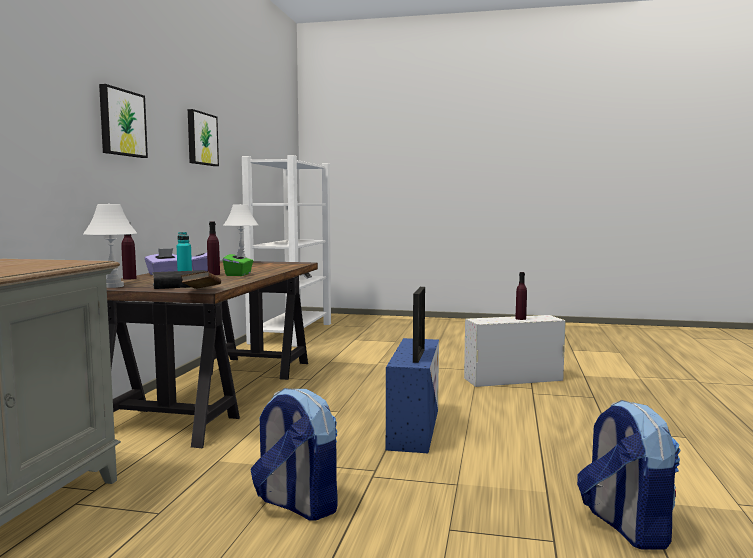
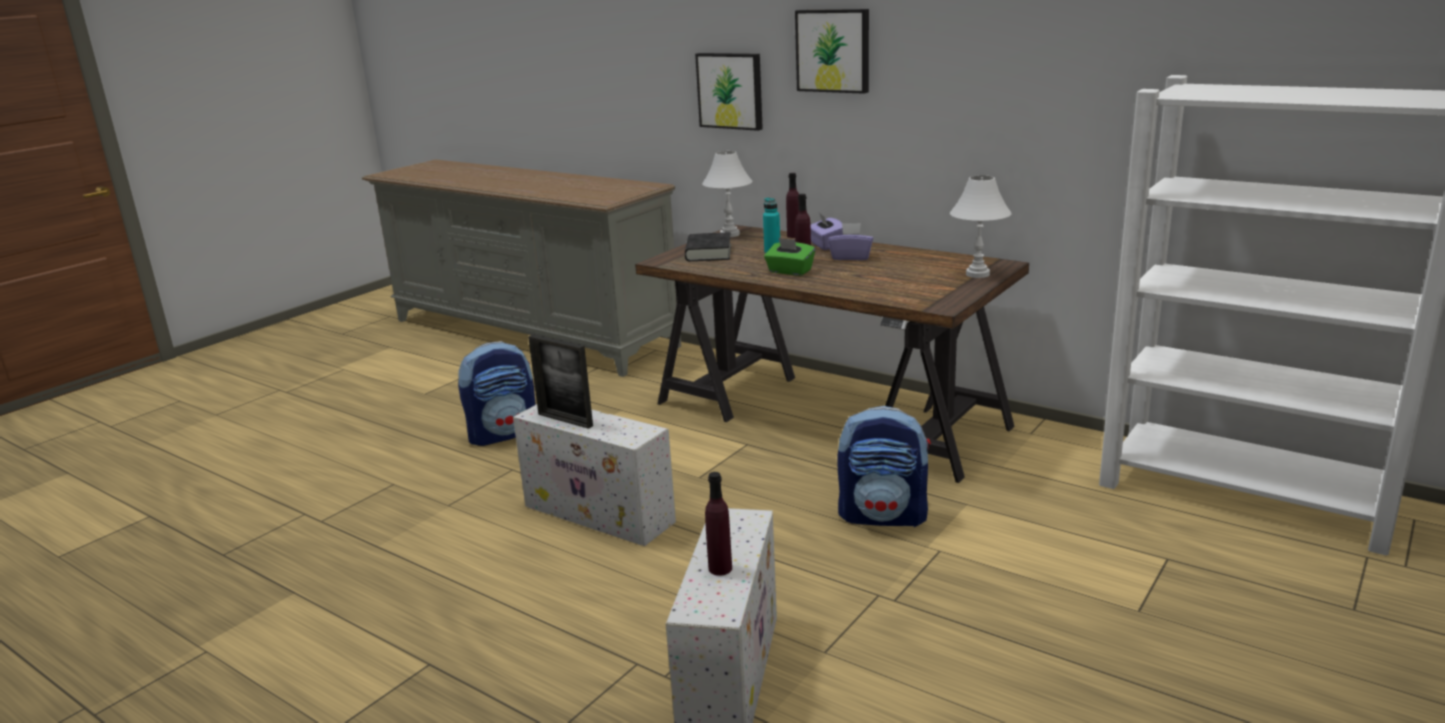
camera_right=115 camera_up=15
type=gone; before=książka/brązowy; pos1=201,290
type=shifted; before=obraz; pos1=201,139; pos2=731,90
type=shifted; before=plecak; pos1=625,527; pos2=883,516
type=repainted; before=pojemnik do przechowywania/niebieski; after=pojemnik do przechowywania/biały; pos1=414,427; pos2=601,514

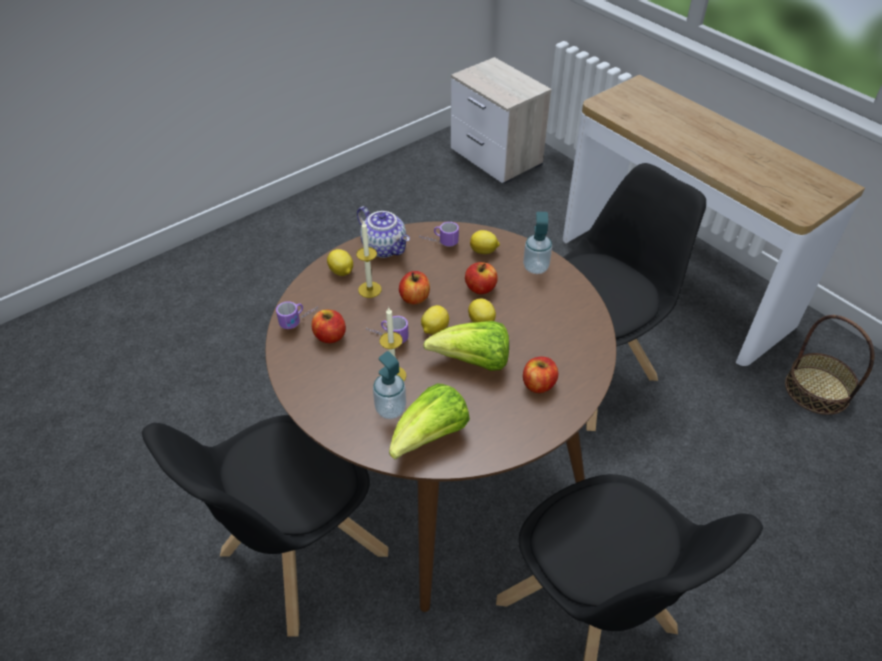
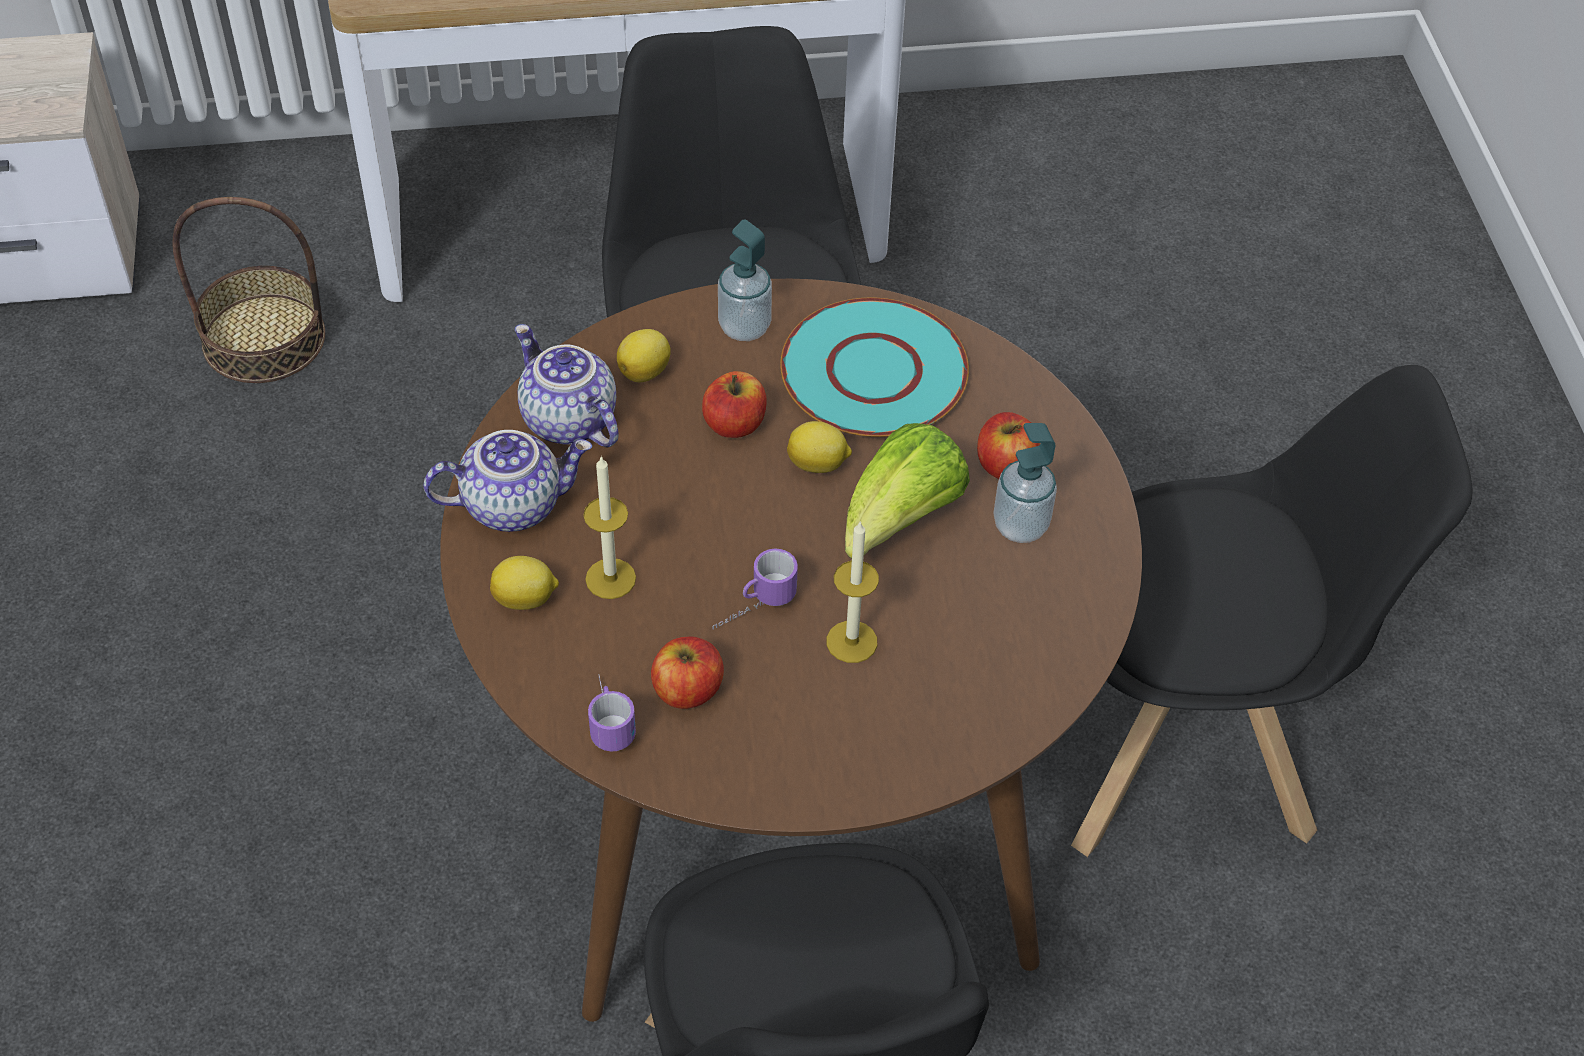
camera_right=-60 camera_up=5
type=gone; before=sałata; pos1=430,437
type=gone; before=jabłko; pos1=415,298
type=gone; before=cytryna; pos1=434,329
type=new; after=talerz/turkusowy; pos2=873,372
type=shifted; before=dozownik mydła; pos1=390,409; pos2=1020,526
type=shifted; before=koszyk; pos1=817,390; pos2=264,338
type=swapped; before=kubek; after=imbryk; pos1=438,242; pos2=566,421

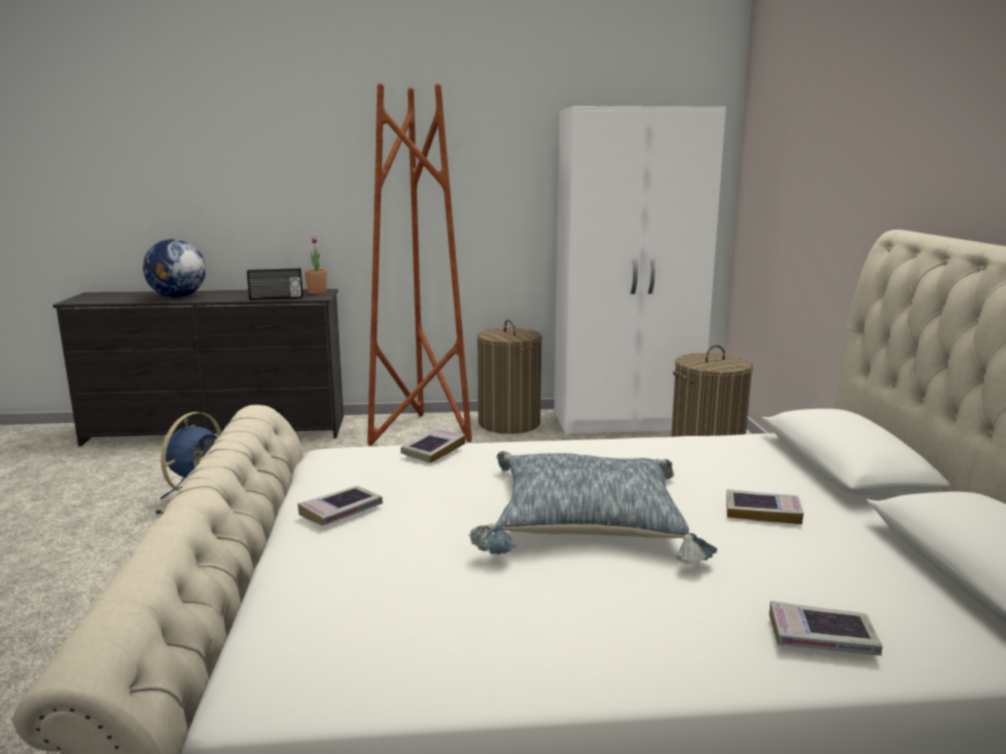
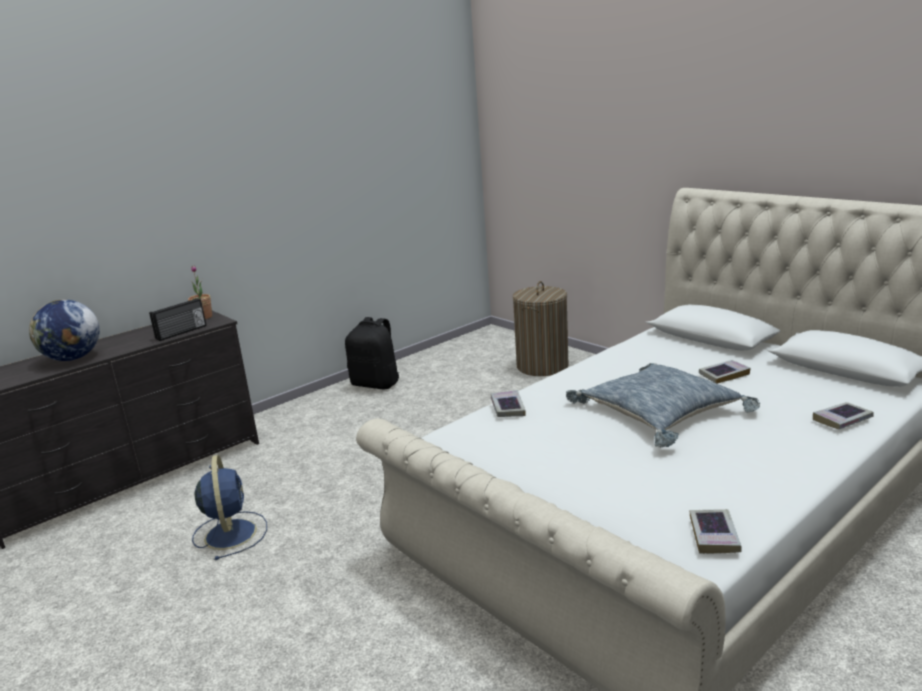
camera_right=-35 camera_up=5
type=gone; before=wieszak/brązowy; pos1=421,433
type=gone; before=szafa/biały; pos1=626,421
type=shifted; before=książka; pos1=341,511; pos2=714,535
type=swapped; before=kosz na pranie; after=plecak/czarny; pos1=509,423; pos2=376,384

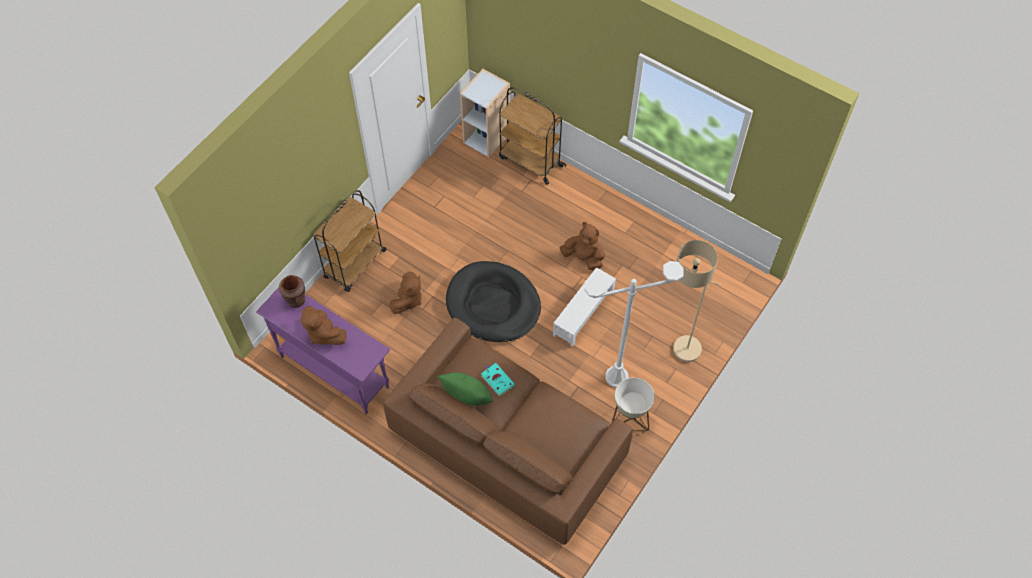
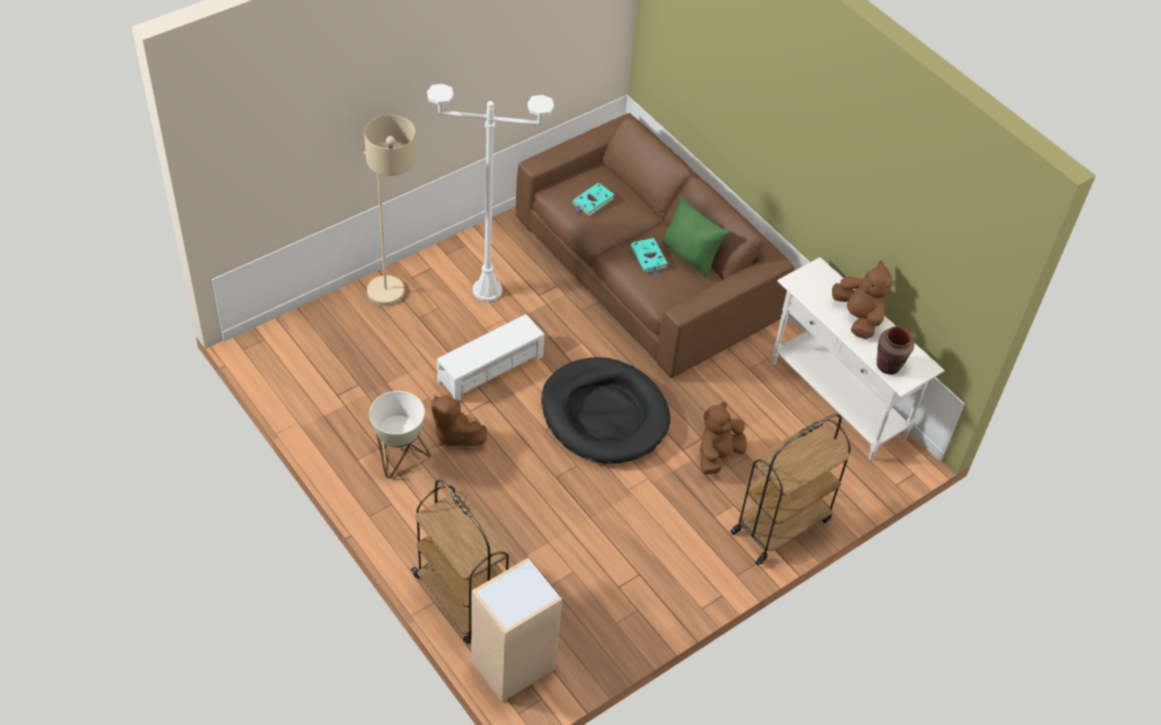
camera_right=-165 camera_up=-10
type=new; after=książka/turkusowy; pos2=592,202
type=shifted; before=donica; pos1=630,418; pos2=399,459
type=repainted; before=stolik konsolowy/fioletowy; after=stolik konsolowy/biały; pos1=334,371; pos2=837,401

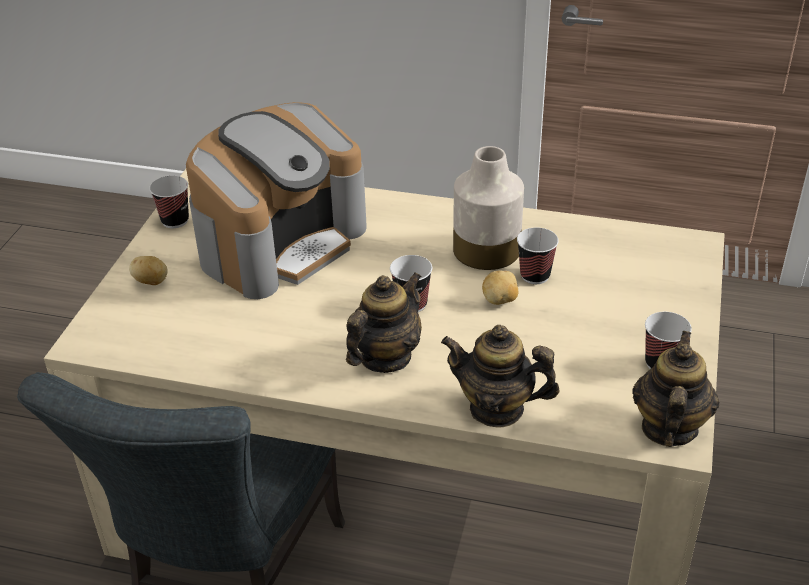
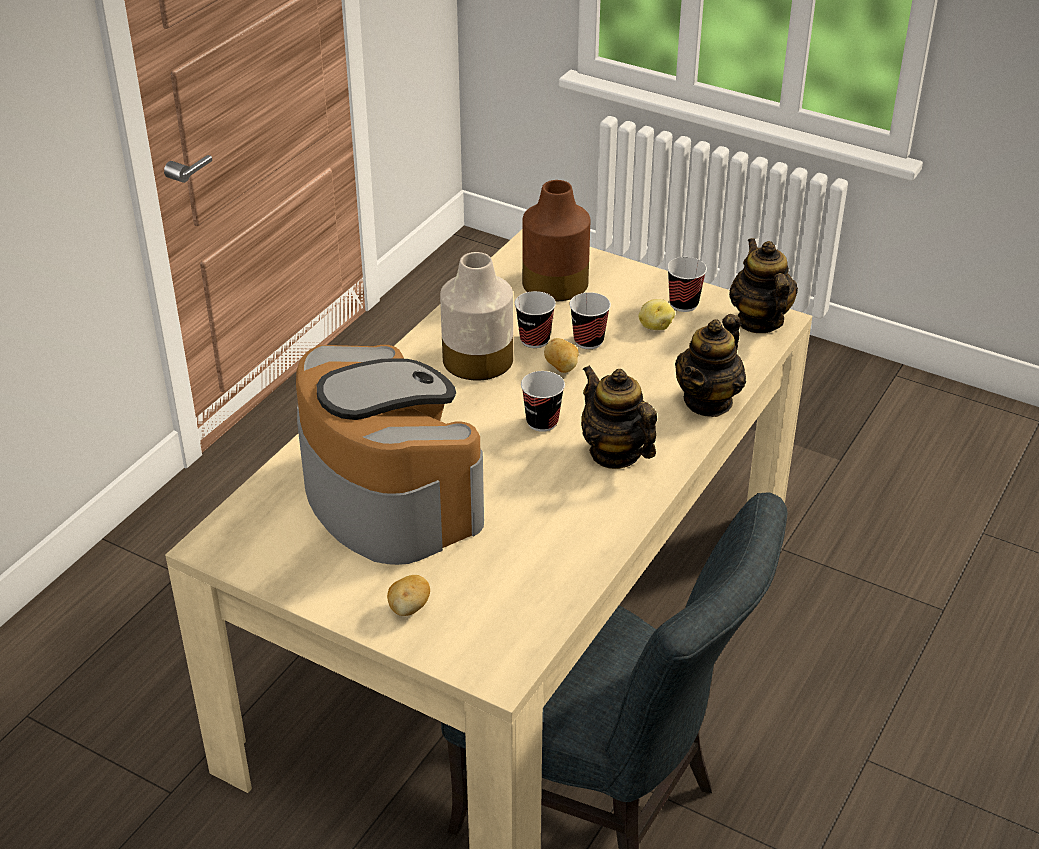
camera_right=-75 camera_up=0
type=new; after=wazon/brązowy; pos2=554,282
type=new; after=ziemniak; pos2=655,326
type=shifted; before=filiżanka; pos1=175,220; pos2=588,341
type=rotated; before=imbryk; pos1=668,428; pos2=759,321; turn=45

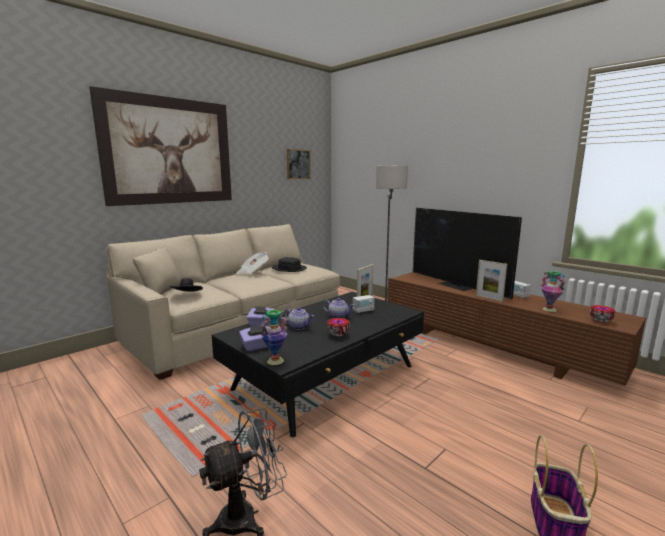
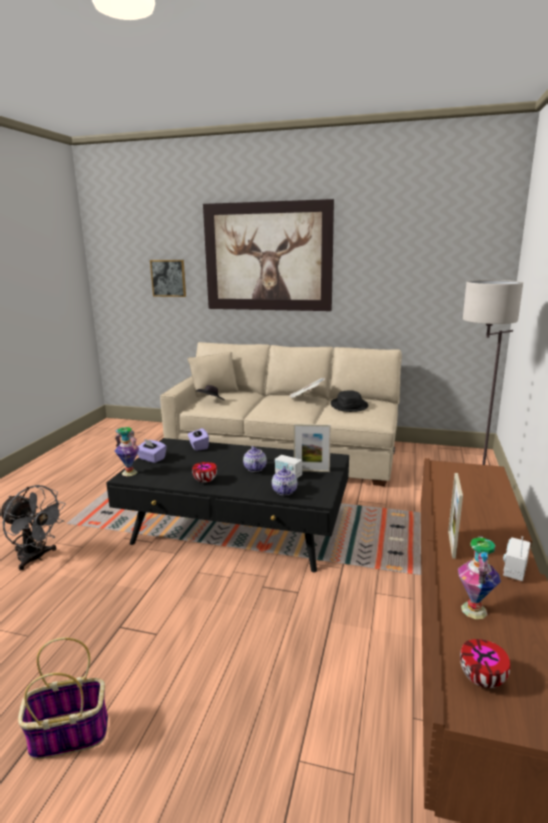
camera_right=60 camera_up=5
type=gone; before=telewizor; pos1=456,285
type=shifted; before=imbryk; pos1=299,327; pos2=285,491
type=shifted; before=obraz; pos1=298,164; pos2=168,278

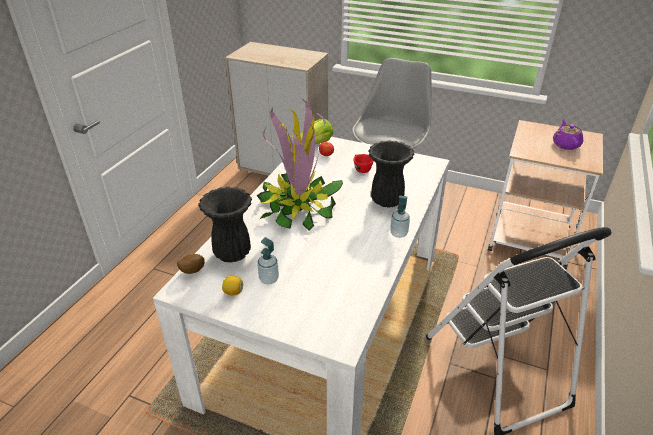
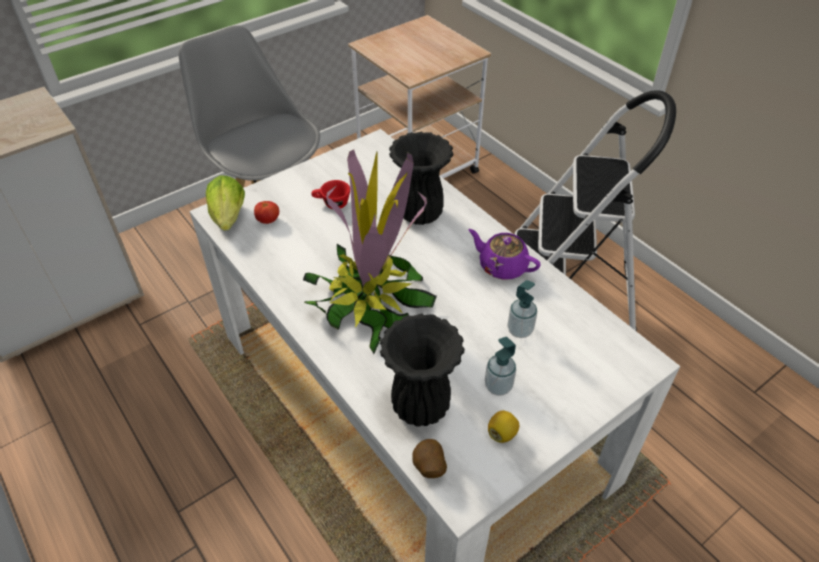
camera_right=-60 camera_up=10
type=shifted; before=dozownik mydła; pos1=398,233; pos2=520,330
type=shifted; before=imbryk/fioletowy; pos1=565,144; pos2=502,266

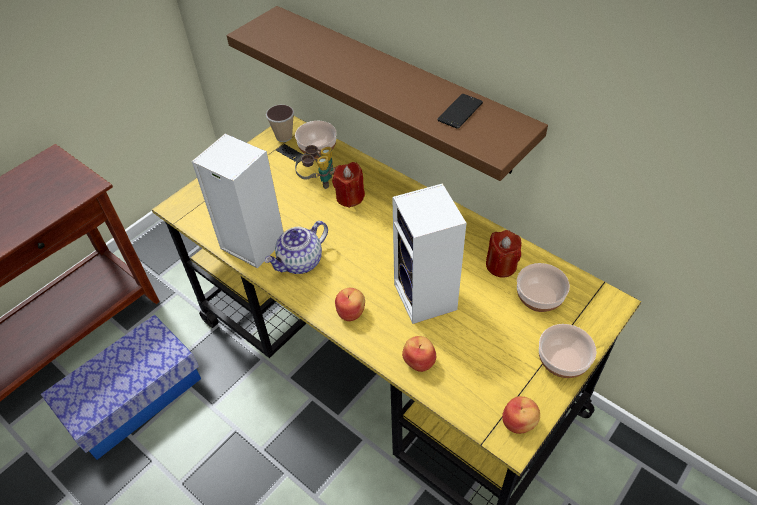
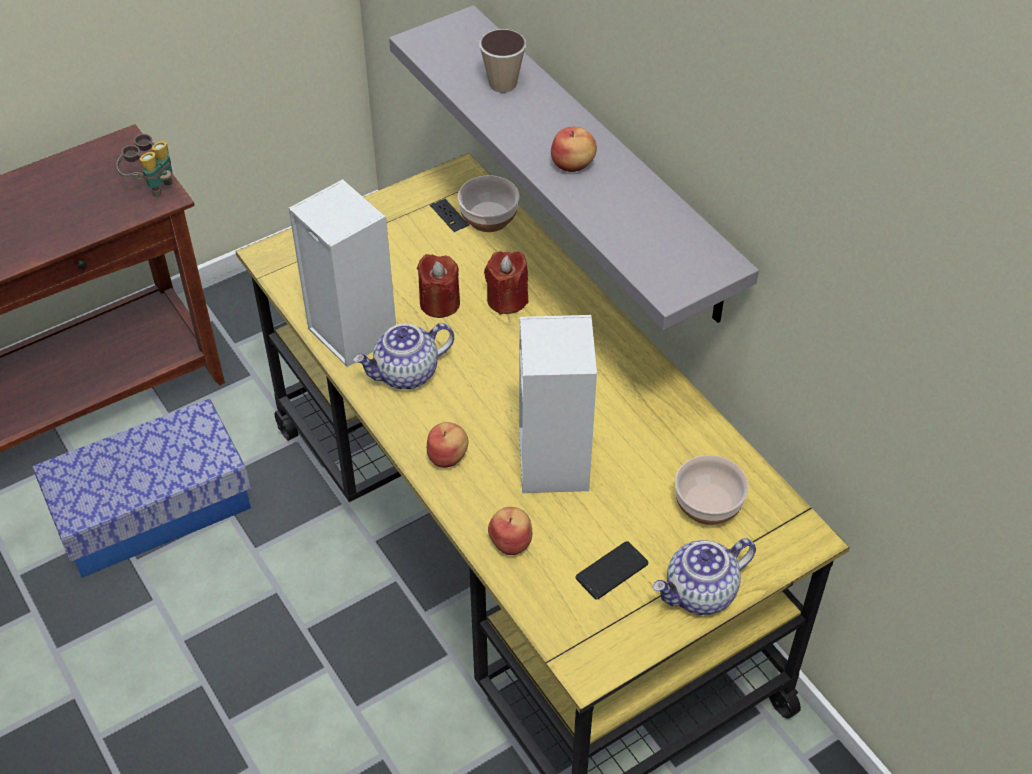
camera_right=15 camera_up=0
type=shifted; before=filiżanka; pos1=284,137; pos2=503,84
type=shifted; before=lornetka; pos1=318,181; pos2=151,185
type=shifted; before=telefon; pos1=460,111; pos2=612,570
type=shifted; before=świeca/czerwony; pos1=501,265; pos2=439,303
type=shifted; before=jabłko; pos1=519,422; pos2=573,165
type=swapped; before=miska; after=imbryk; pos1=563,361; pos2=700,593
type=repainted; before=półka/brązowy; after=półka/szary; pos1=397,88; pos2=601,164

